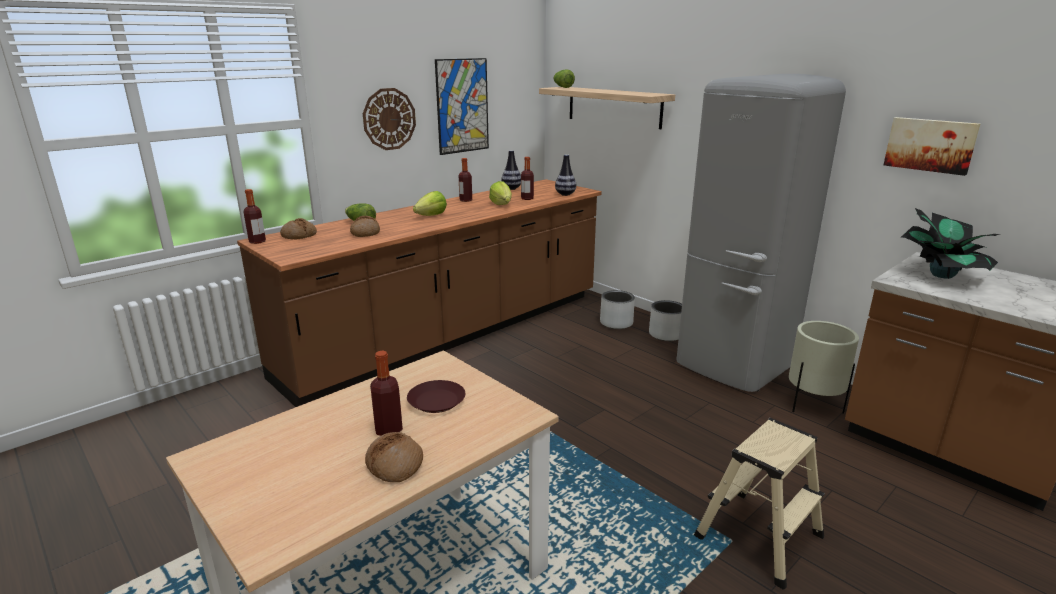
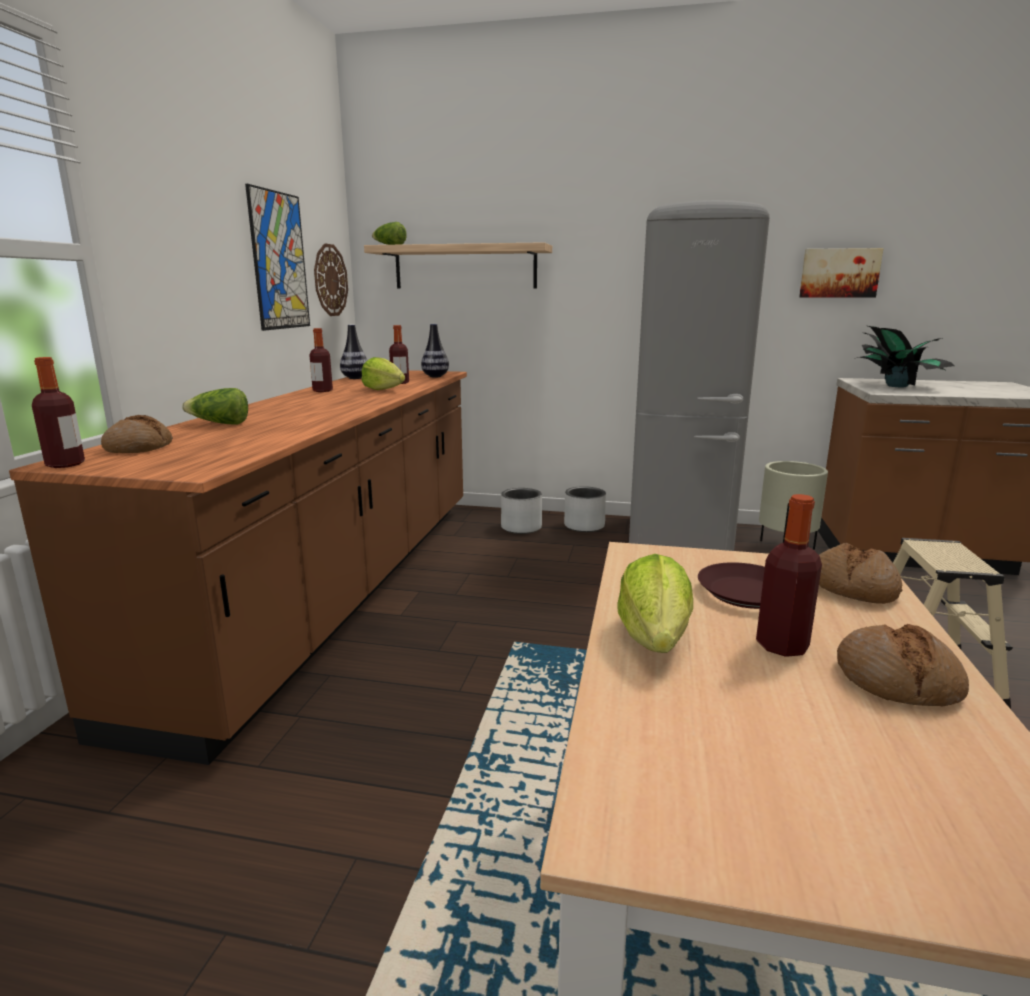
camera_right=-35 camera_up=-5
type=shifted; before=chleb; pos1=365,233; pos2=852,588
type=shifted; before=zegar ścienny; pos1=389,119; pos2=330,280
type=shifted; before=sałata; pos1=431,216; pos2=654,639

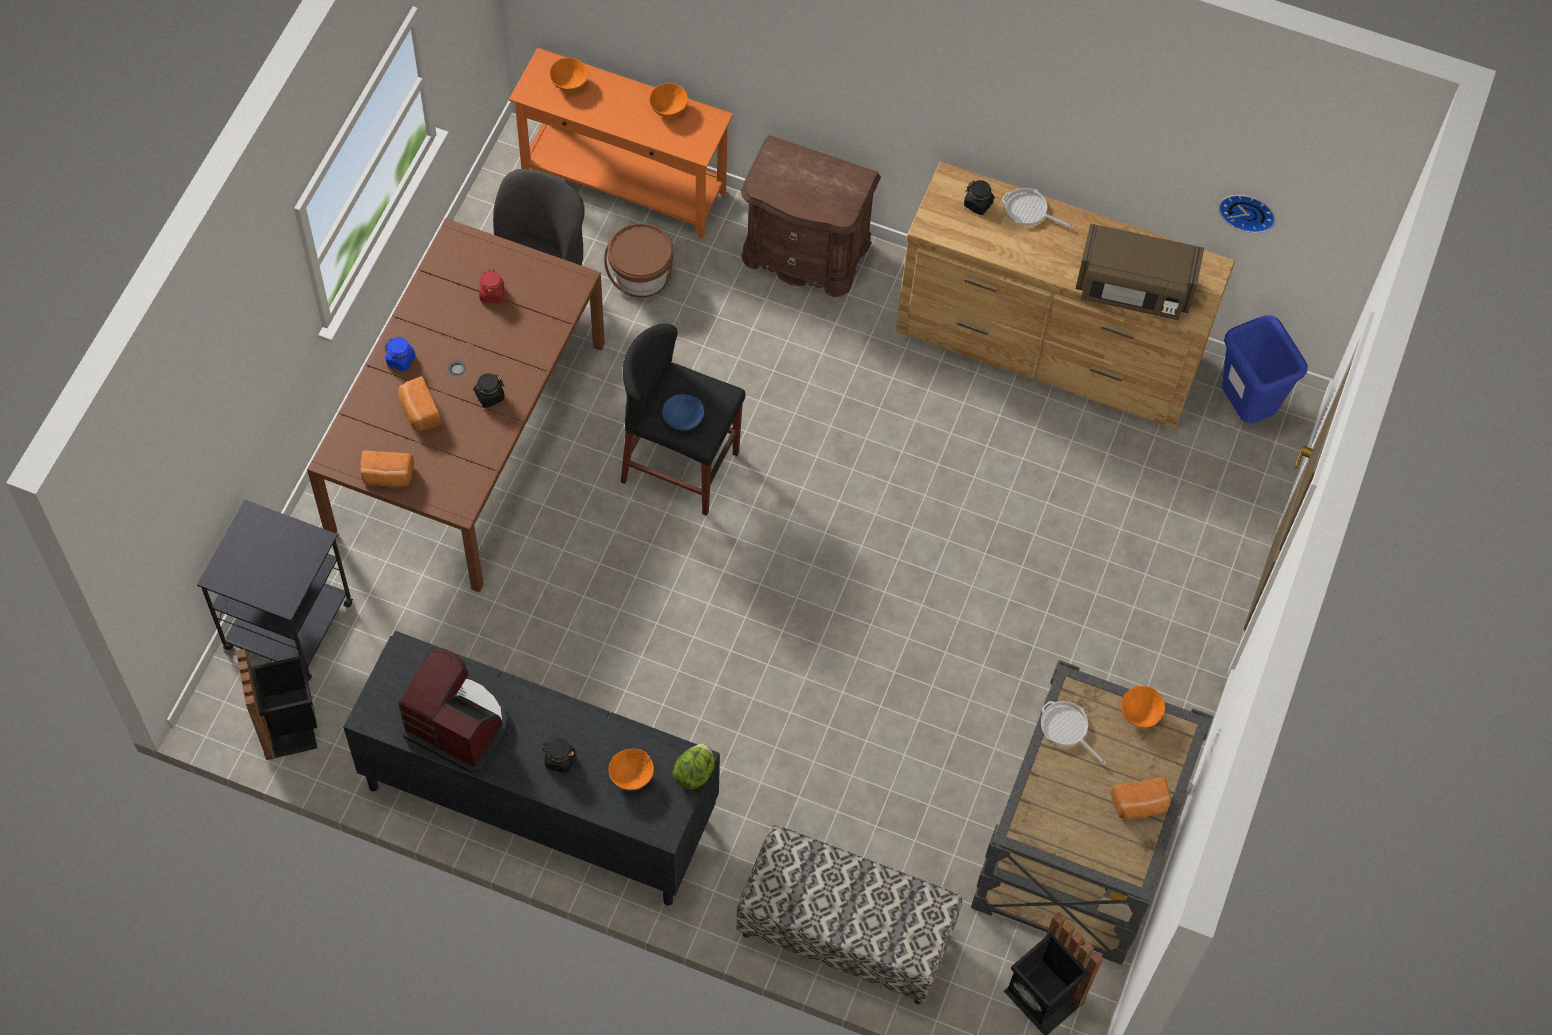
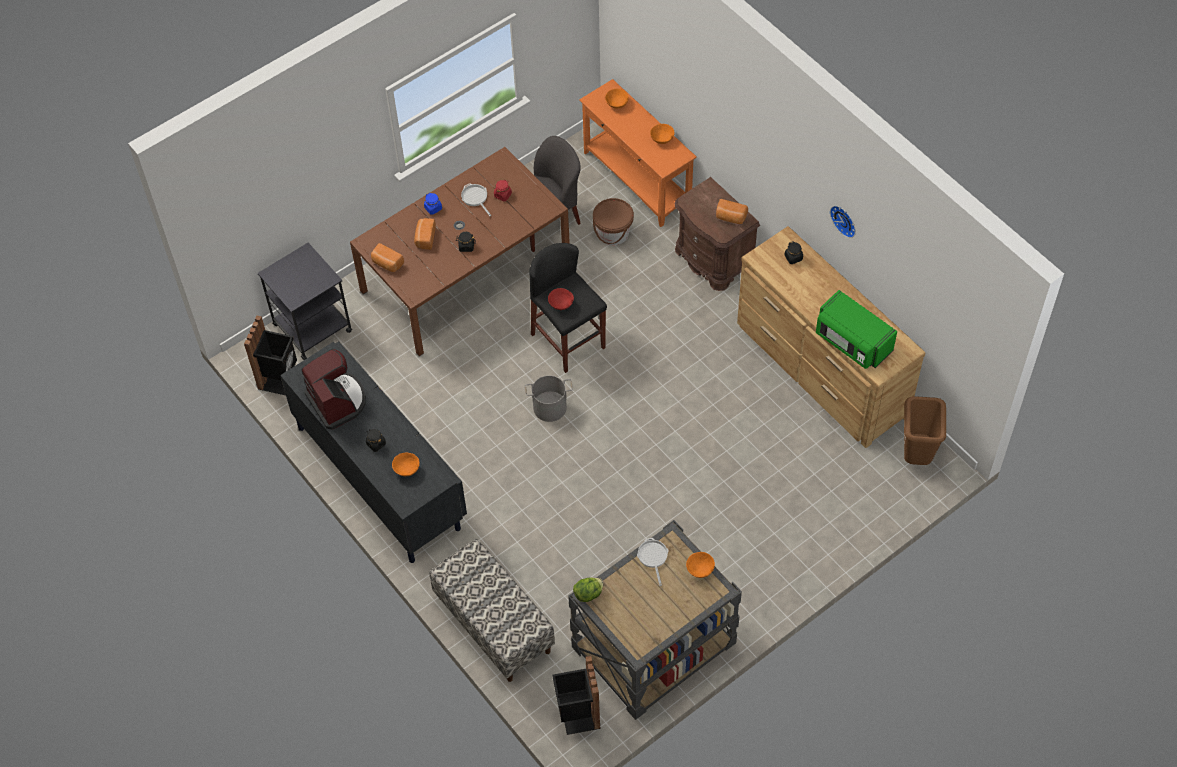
camera_right=35 camera_up=-5
type=new; after=wiadro/szary; pos2=550,408
type=shifted; before=sałata; pos1=694,772; pos2=588,594
type=shifted; before=patelnia; pos1=1028,211; pos2=475,198
type=shifted; before=chleb; pos1=1139,805; pos2=730,217
type=shifted; before=zegar ścienny; pos1=1248,210; pos2=845,220
type=repainted; before=miska/niebieski; after=miska/czerwony; pos1=683,421; pos2=560,305
type=repainted; before=mikrofalówka/brązowy; after=mikrofalówka/zielony; pos1=1133,290; pos2=852,342
type=repainted; before=kosz na śmieci/niebieski; after=kosz na śmieci/brązowy; pos1=1245,409; pos2=916,457

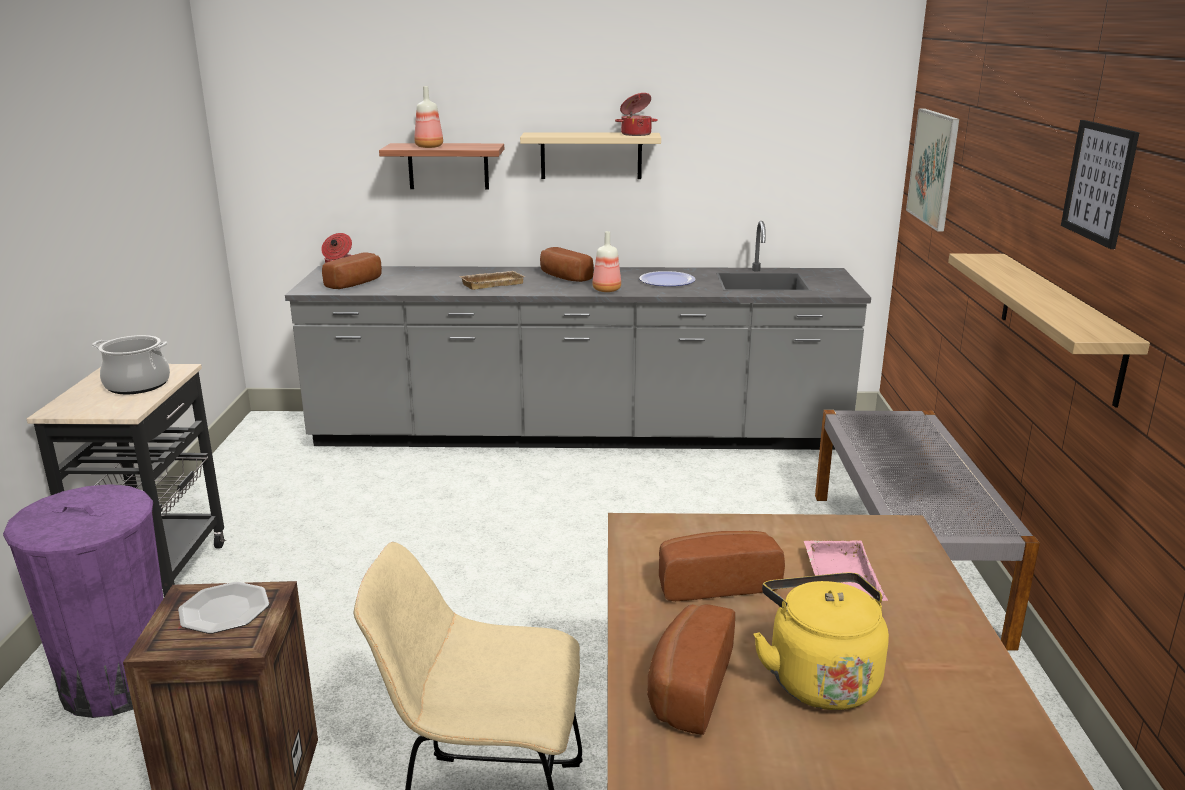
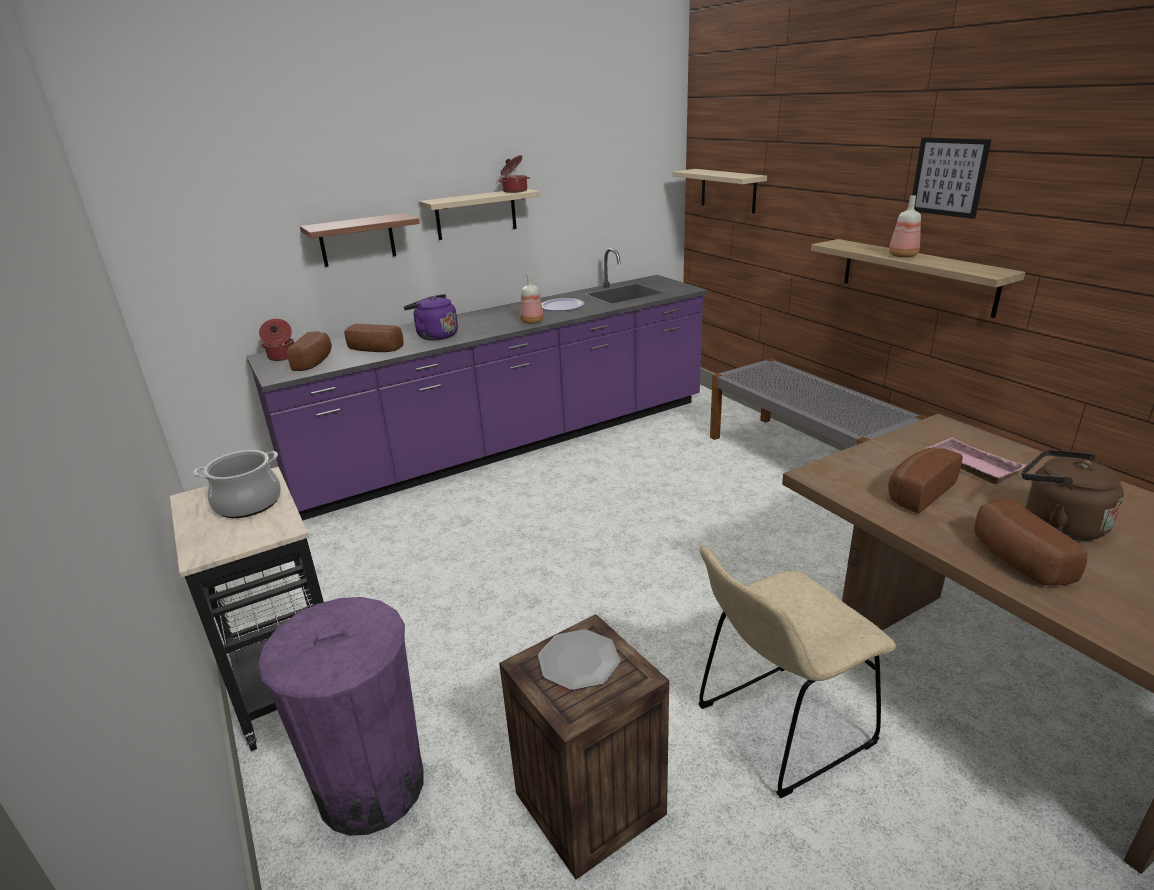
camera_right=-30 camera_up=5
type=shifted; before=butelka; pos1=428,147; pos2=902,256
type=shifted; before=chleb; pos1=563,277; pos2=373,350
type=swapped; before=taca/beżowy; after=czajnik/fioletowy; pos1=492,283; pos2=435,336
type=swapped; before=obraz; after=półka/beżowy; pos1=933,168; pos2=728,190
type=repainted; before=zabudowa kuchenna/szary; after=zabudowa kuchenna/fioletowy; pos1=579,435; pos2=510,445
type=repainted; before=czajnik/żółty; after=czajnik/brązowy; pos1=819,678; pos2=1057,523

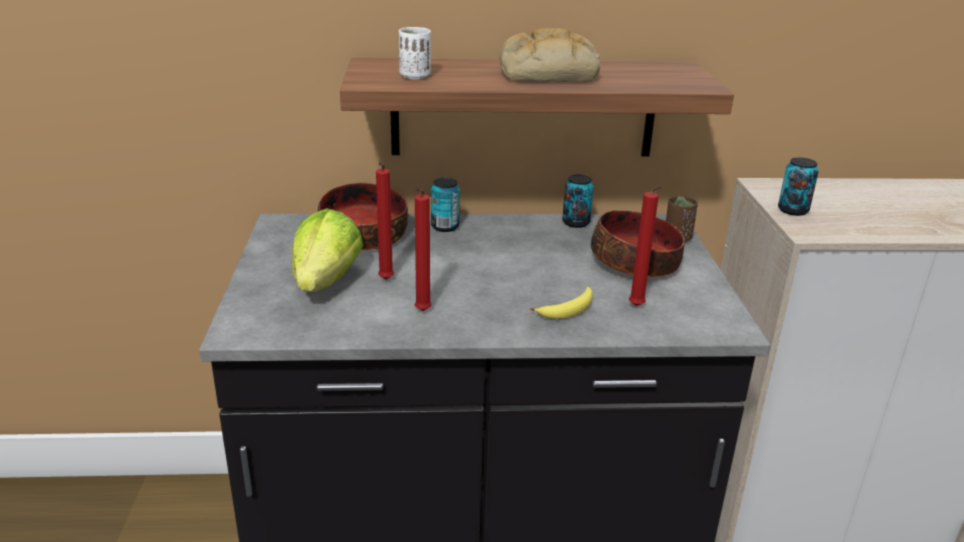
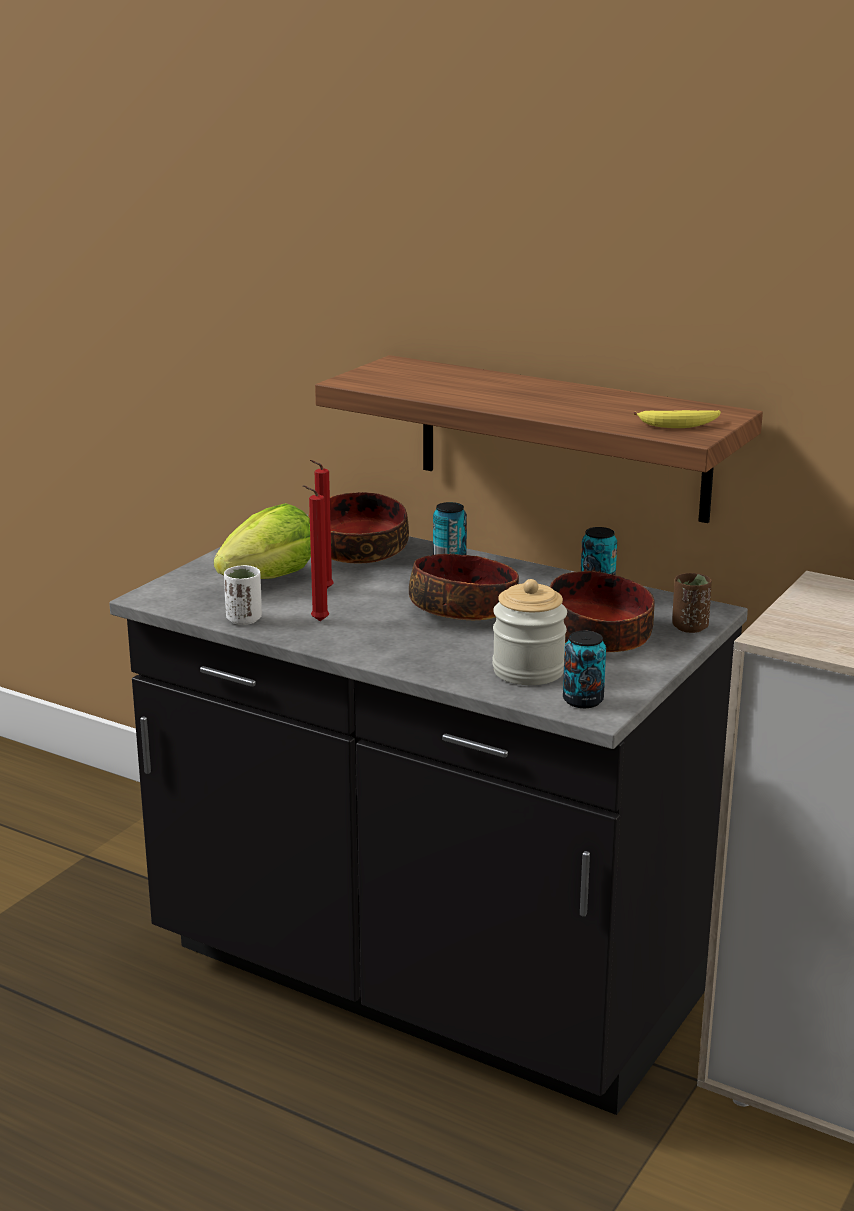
camera_right=35 camera_up=-5
type=gone; before=chleb; pos1=547,73
type=new; after=miska; pos2=464,610
type=shifted; before=filiżanka/biały; pos1=415,76; pos2=244,619
type=shifted; before=banan; pos1=568,309; pos2=679,425
type=shifted; before=puszka; pos1=793,210; pos2=583,700
type=swapped; before=świeca/czerwony; after=słoik; pos1=637,307; pos2=528,671

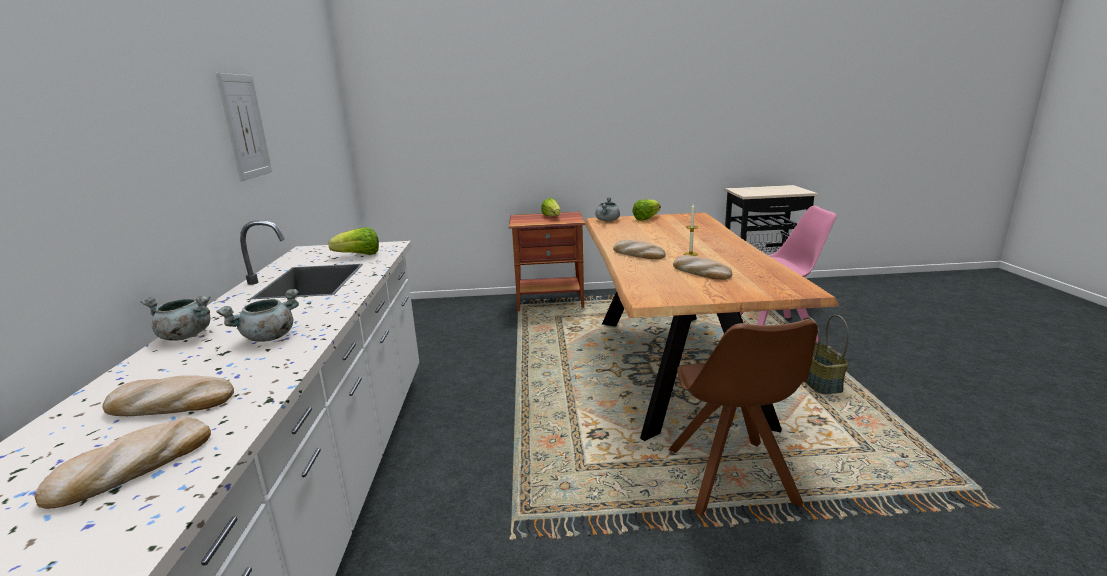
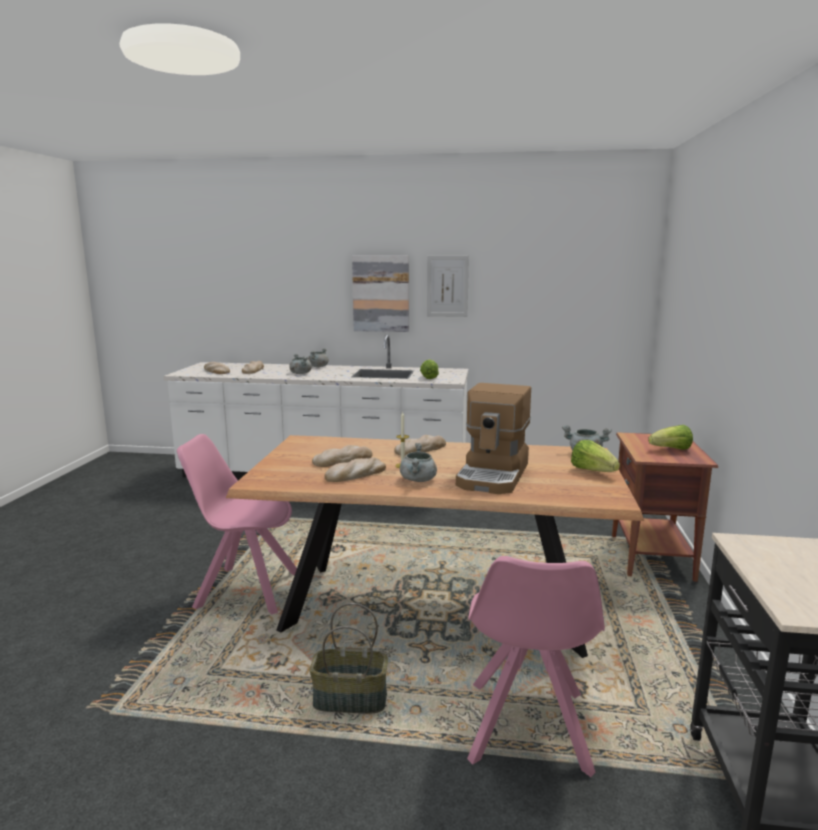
camera_right=100 camera_up=-5
type=new; after=chleb; pos2=355,474
type=new; after=obraz; pos2=381,293
type=new; after=garnek/szary; pos2=418,480
type=new; after=ekspres do kawy; pos2=494,475
type=repainted; before=krzesło/brązowy; after=krzesło/różowy; pos1=731,478; pos2=246,589

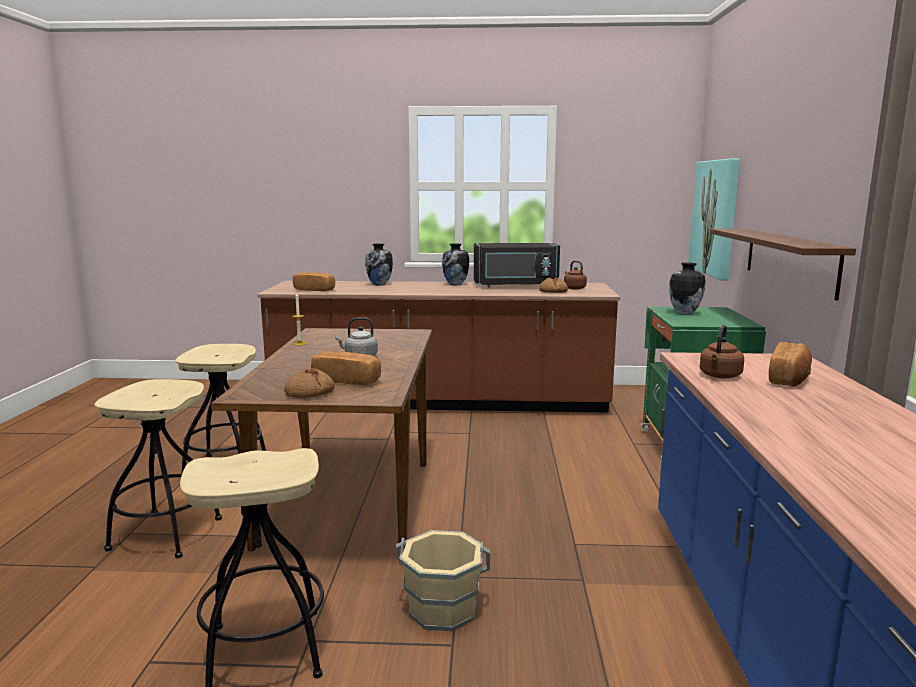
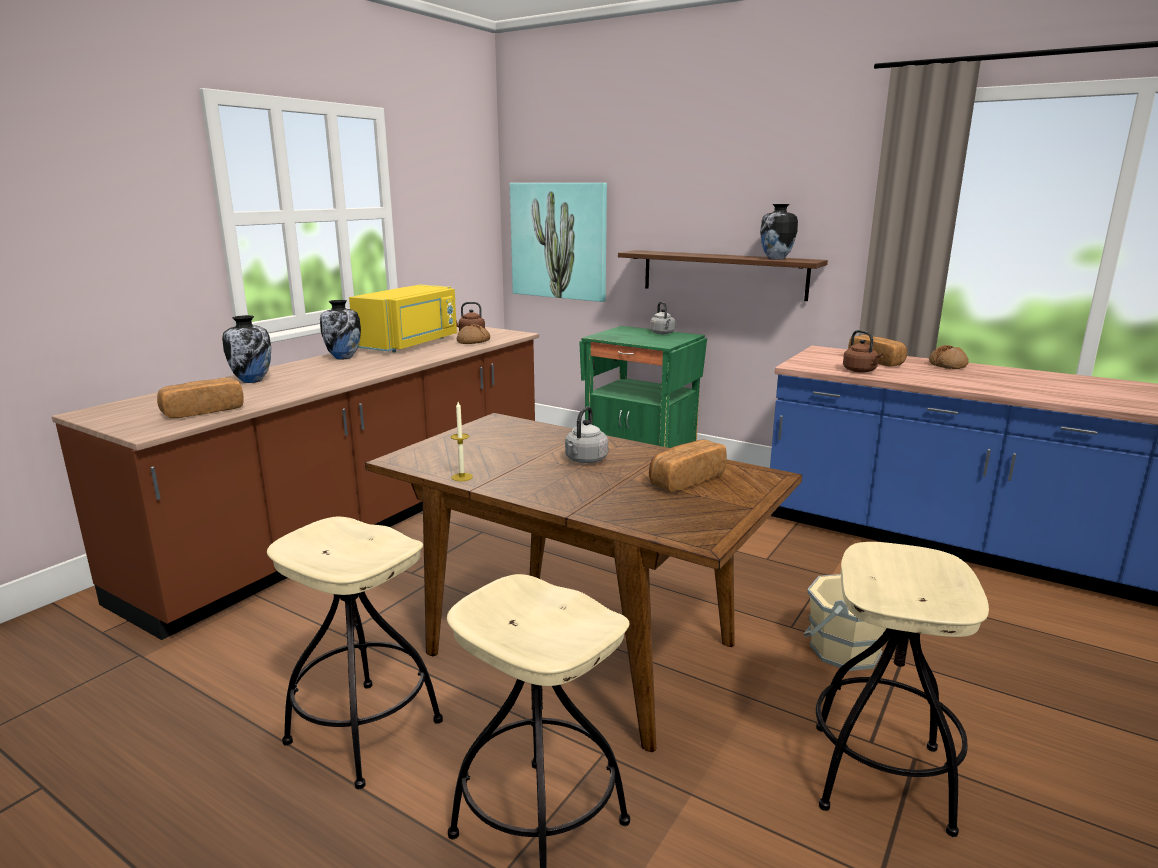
camera_right=-60 camera_up=5
type=new; after=czajnik/szary; pos2=663,333
type=shifted; before=chleb; pos1=309,393; pos2=948,365
type=shifted; before=wazon; pos1=684,313; pos2=776,258
type=repainted; before=mikrofalówka/czarny; after=mikrofalówka/żółty; pos1=515,286; pos2=410,344

